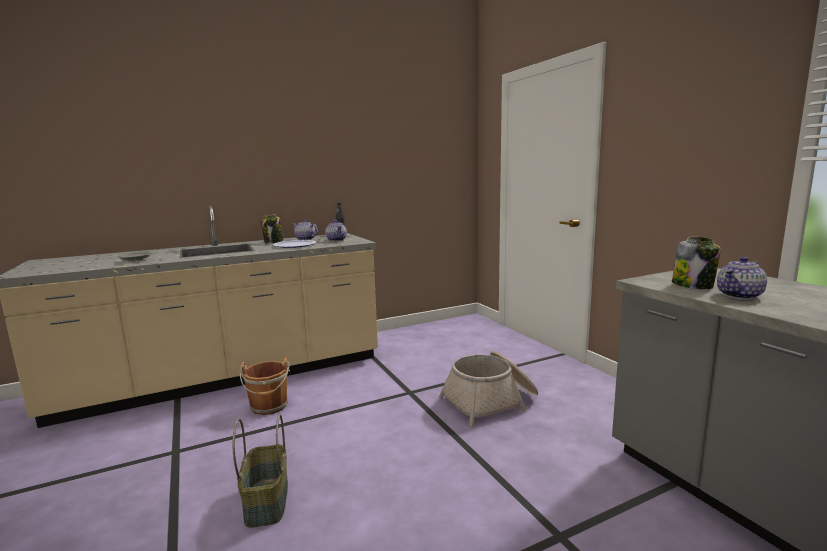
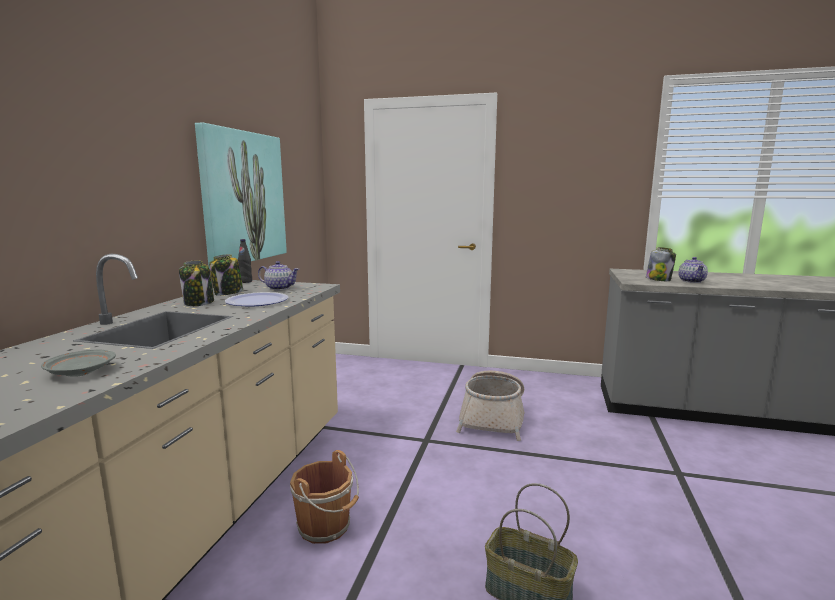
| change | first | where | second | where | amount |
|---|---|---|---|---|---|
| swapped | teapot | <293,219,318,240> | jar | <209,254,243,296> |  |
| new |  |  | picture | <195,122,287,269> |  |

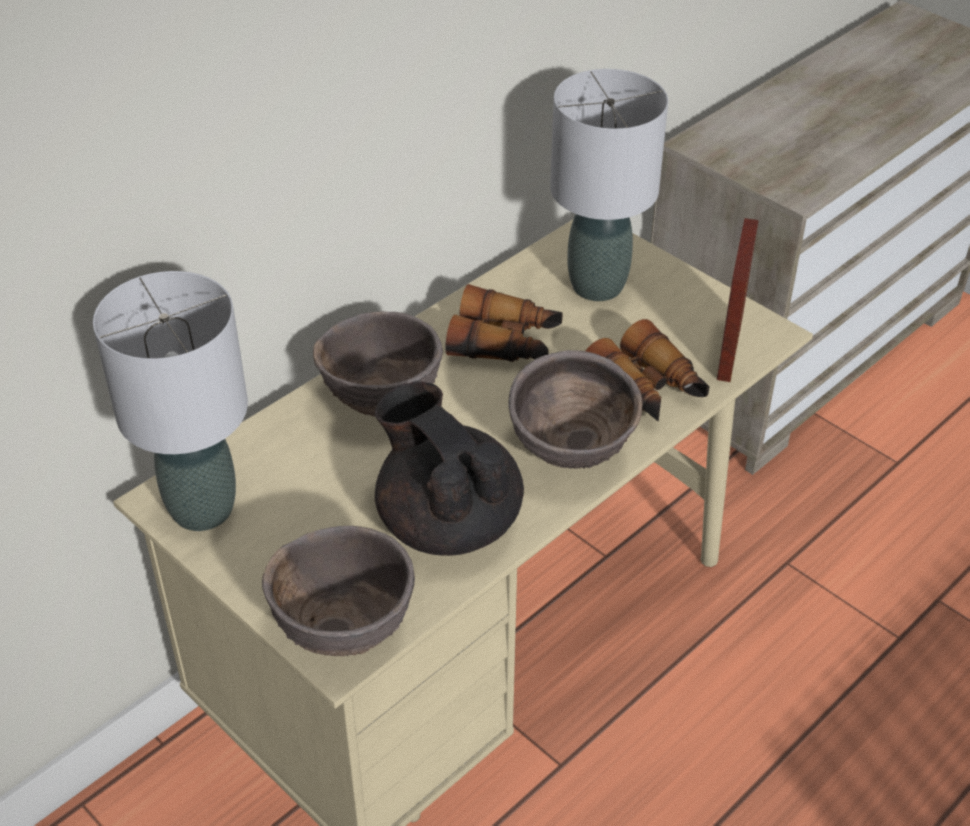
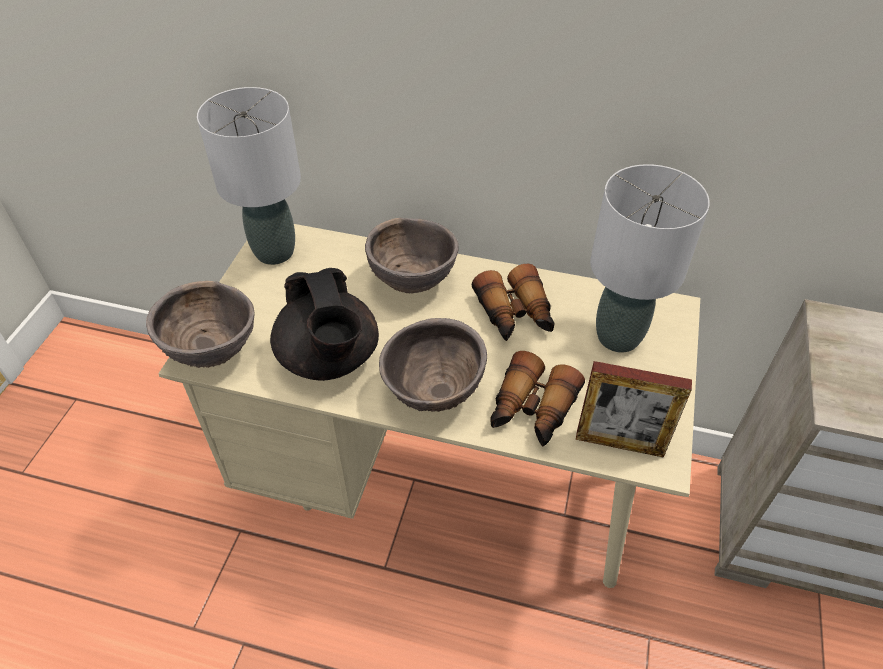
| change | first | where | second | where | amount |
|---|---|---|---|---|---|
| rotated | black teapot | <375,381,524,556> |  | <270,268,379,381> | 135 degrees clockwise |
| rotated | picture frame | <717,218,759,382> |  | <576,361,692,458> | 150 degrees counterclockwise |

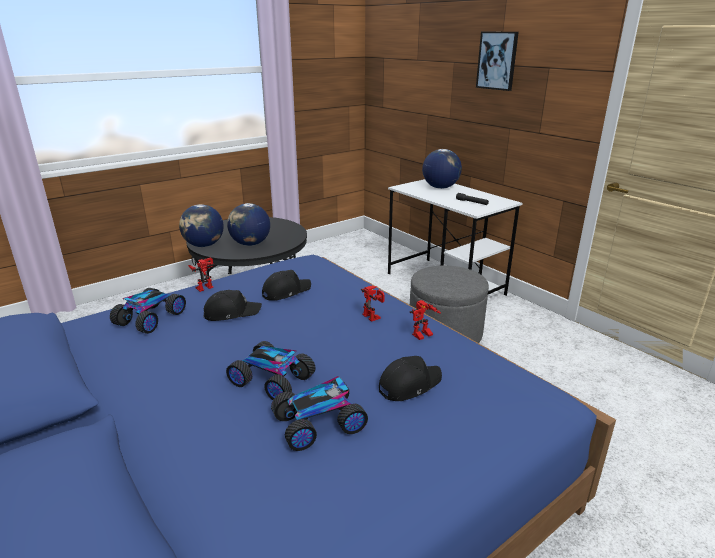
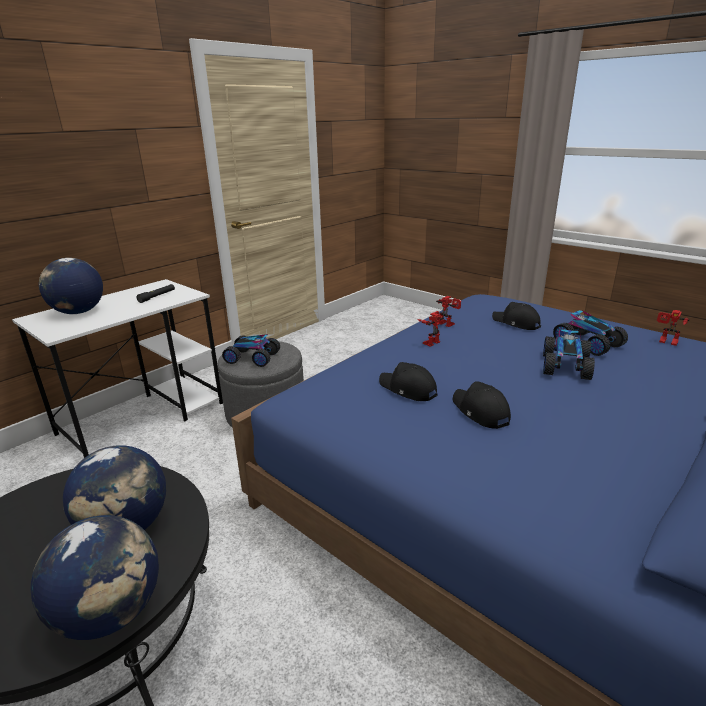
| change | first | where | second | where | amount |
|---|---|---|---|---|---|
| shifted | toy car | <110,288,186,334> |  | <222,334,280,367> |  |
| shifted | toy robot | <188,258,215,292> |  | <657,310,690,346> |  |
| gone | picture | <476,32,519,91> |  |  |  |

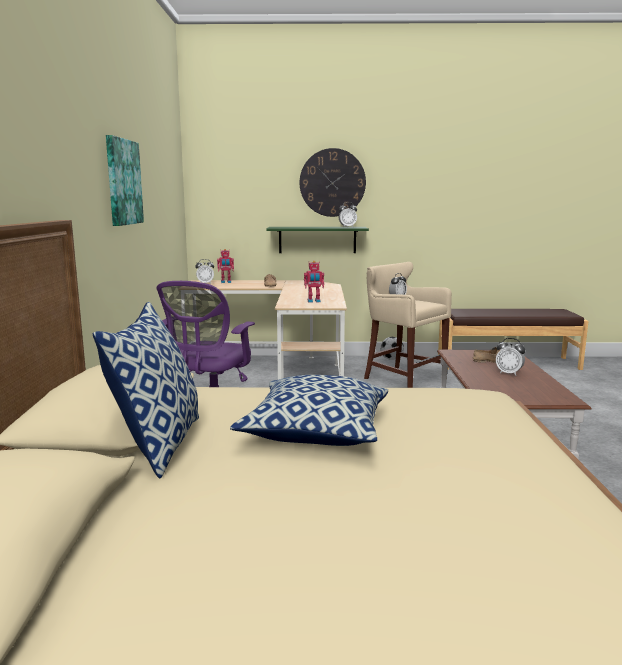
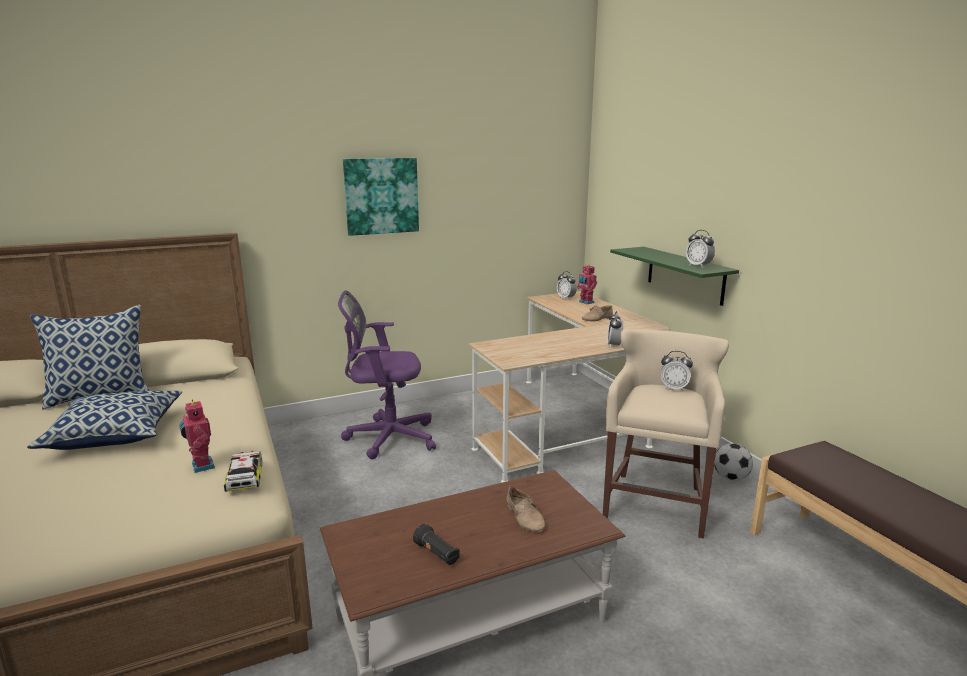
| change | first | where | second | where | amount |
|---|---|---|---|---|---|
| gone | wall clock | <300,148,366,217> |  |  |  |
| shifted | toy robot | <304,261,324,303> |  | <179,399,215,473> |  |
| shifted | alarm clock | <496,338,525,376> |  | <607,311,623,348> |  |
| new |  |  | toy car | <224,451,263,492> |  |
| new |  |  | black flashlight | <413,524,460,565> |  |

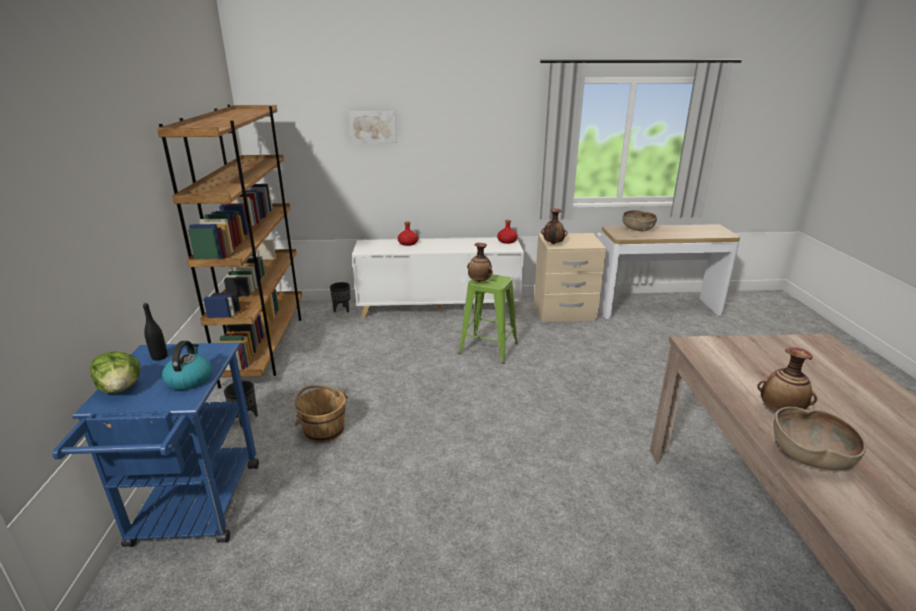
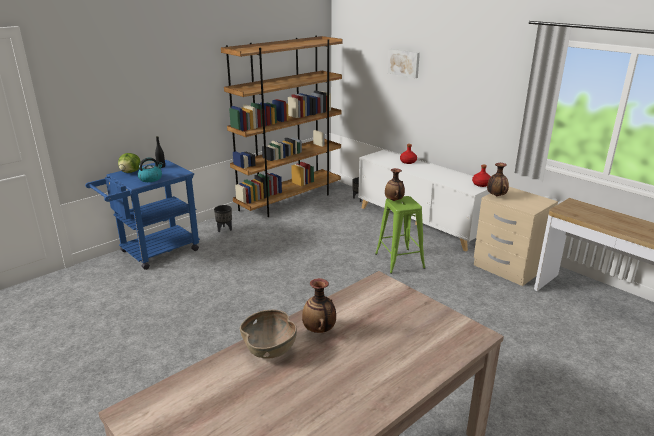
| change | first | where | second | where | amount |
|---|---|---|---|---|---|
| gone | brown bucket | <295,385,348,443> |  |  |  |
| gone | brown bowl | <622,210,657,231> |  |  |  |

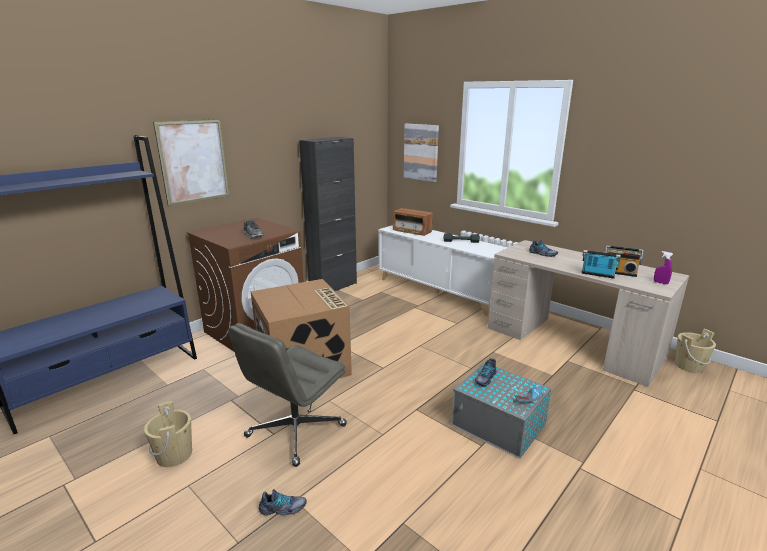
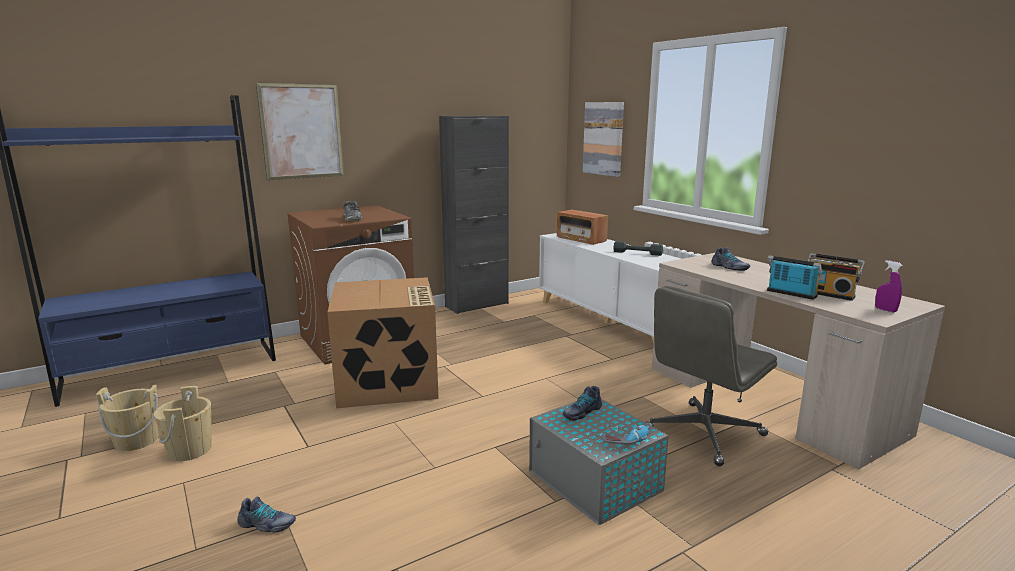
| change | first | where | second | where | amount |
|---|---|---|---|---|---|
| shifted | grey office chair | <228,323,347,467> |  | <645,286,777,466> |  |
| shifted | beige bucket | <675,329,716,373> |  | <96,385,159,451> |  |

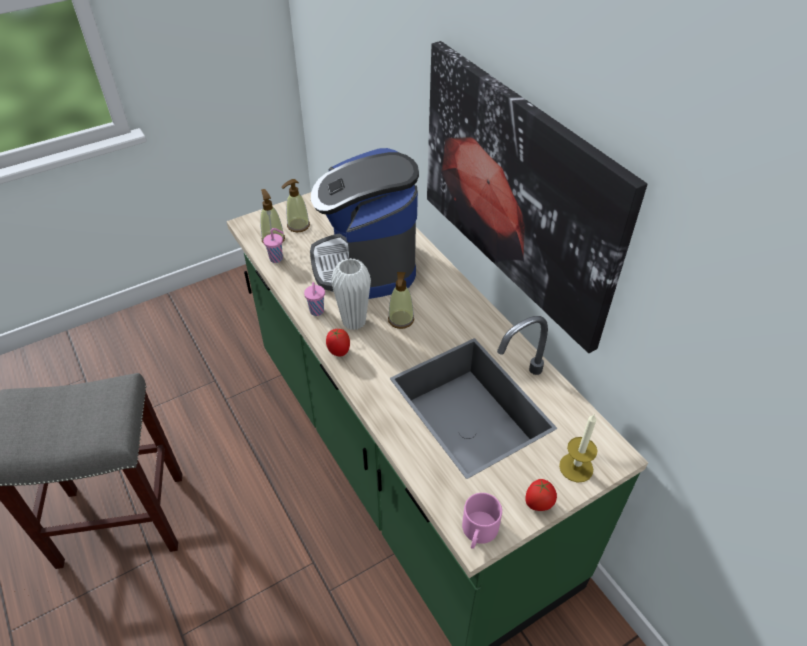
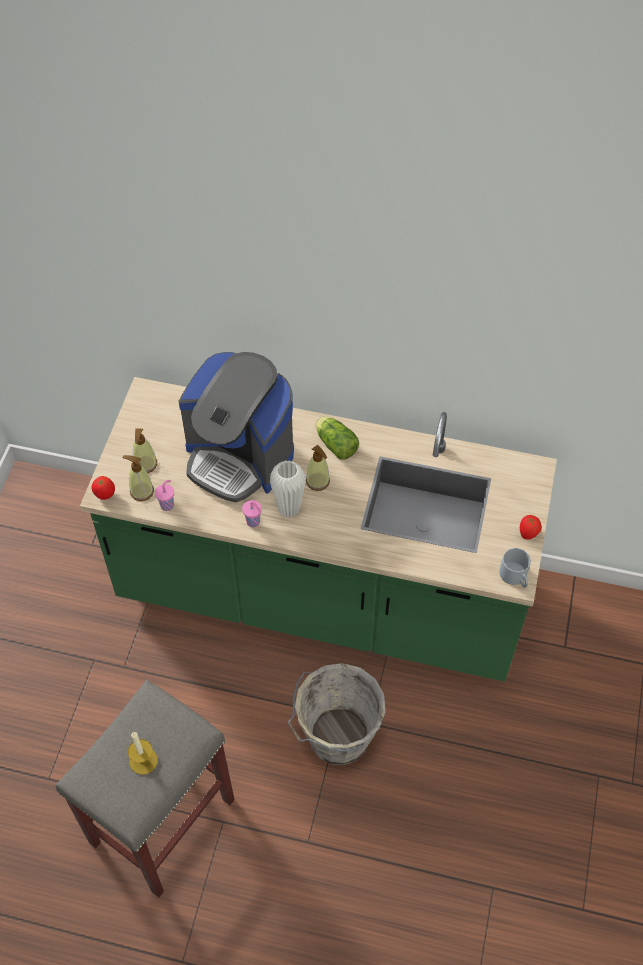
| change | first | where | second | where | amount |
|---|---|---|---|---|---|
| shifted | tomato | <326,329,350,356> |  | <92,476,115,500> |  |
| gone | picture | <427,41,648,353> |  |  |  |
| repainted | pink mug | <462,493,502,549> | grey mug | <499,548,531,588> |  |
| shifted | candle | <559,414,598,483> |  | <128,732,158,775> |  |
| new |  |  | grey bucket | <288,663,386,765> |  |
| new |  |  | lettuce | <315,416,359,460> |  |

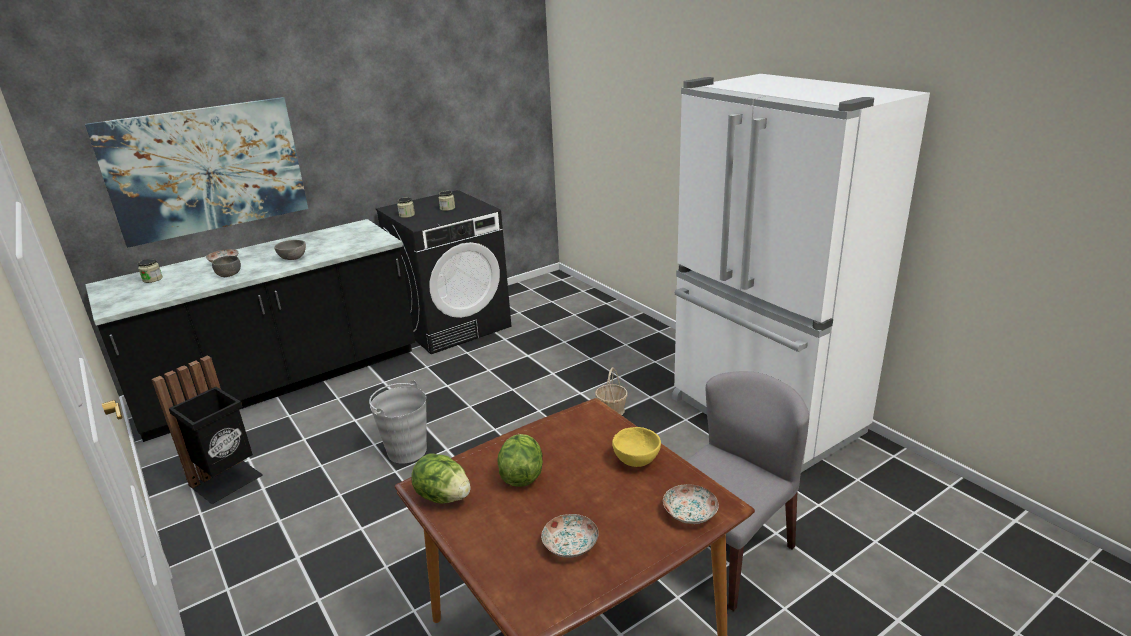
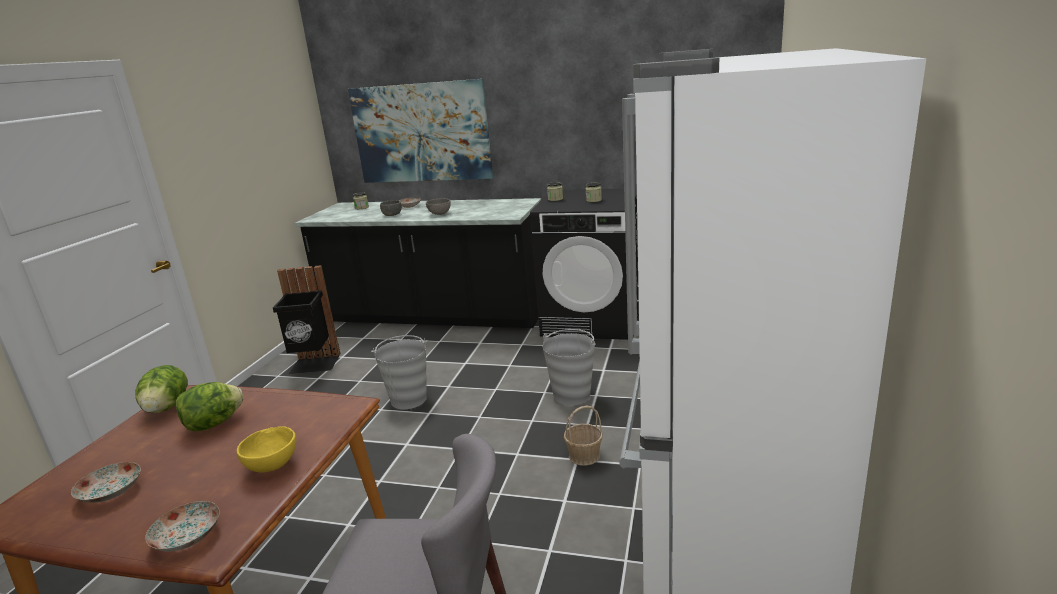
| change | first | where | second | where | amount |
|---|---|---|---|---|---|
| new |  |  | grey bucket | <543,329,596,405> |  |

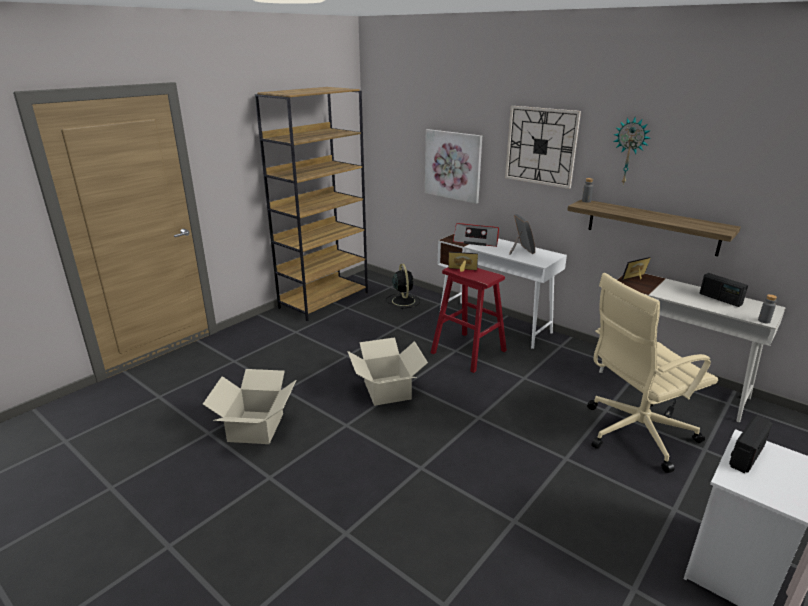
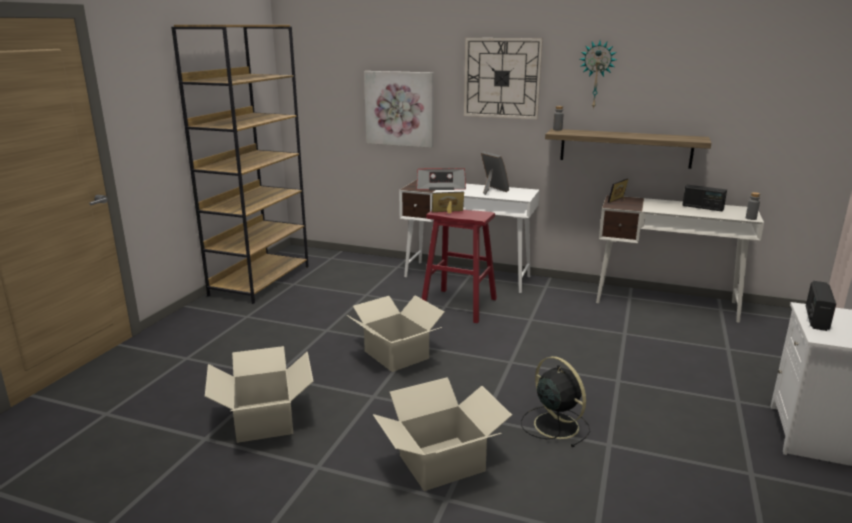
| change | first | where | second | where | amount |
|---|---|---|---|---|---|
| shifted | black fan | <386,264,420,309> |  | <521,356,590,447> |  |
| gone | beige office chair | <587,273,718,473> |  |  |  |
| new |  |  | cardboard box | <373,377,512,491> |  |

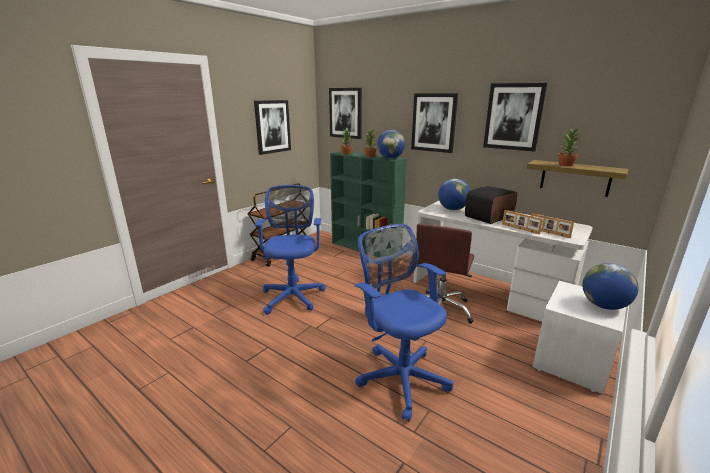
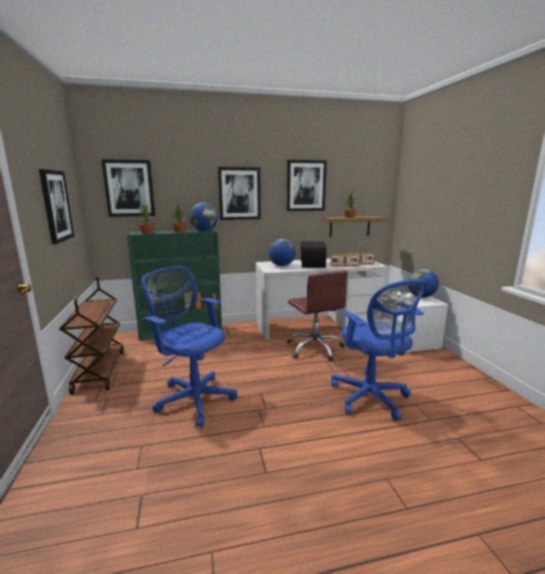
| change | first | where | second | where | amount |
|---|---|---|---|---|---|
| rotated | blue office chair | <354,224,453,422> |  | <331,280,429,421> | 120 degrees counterclockwise |

